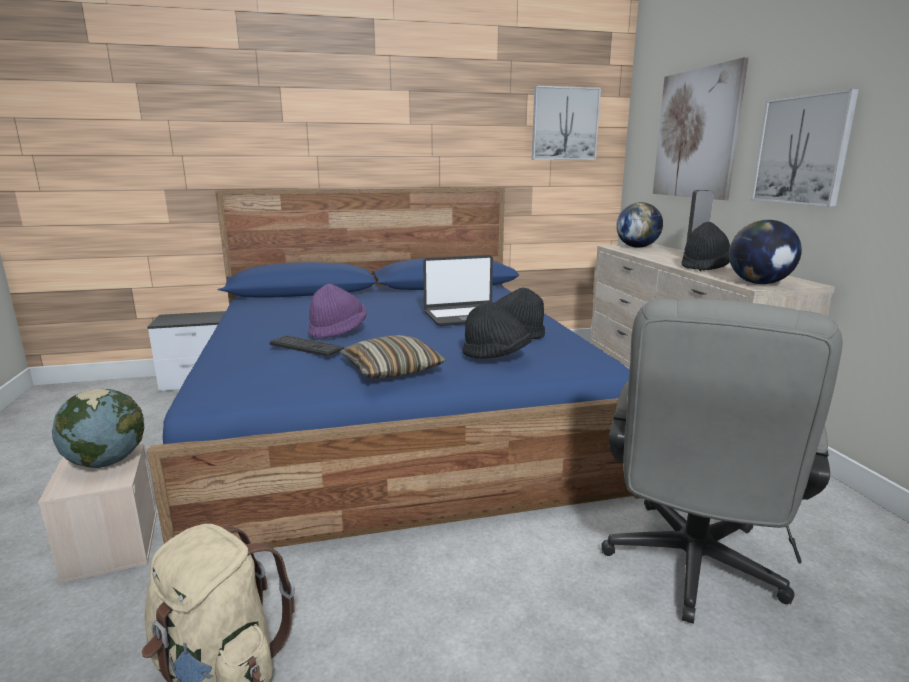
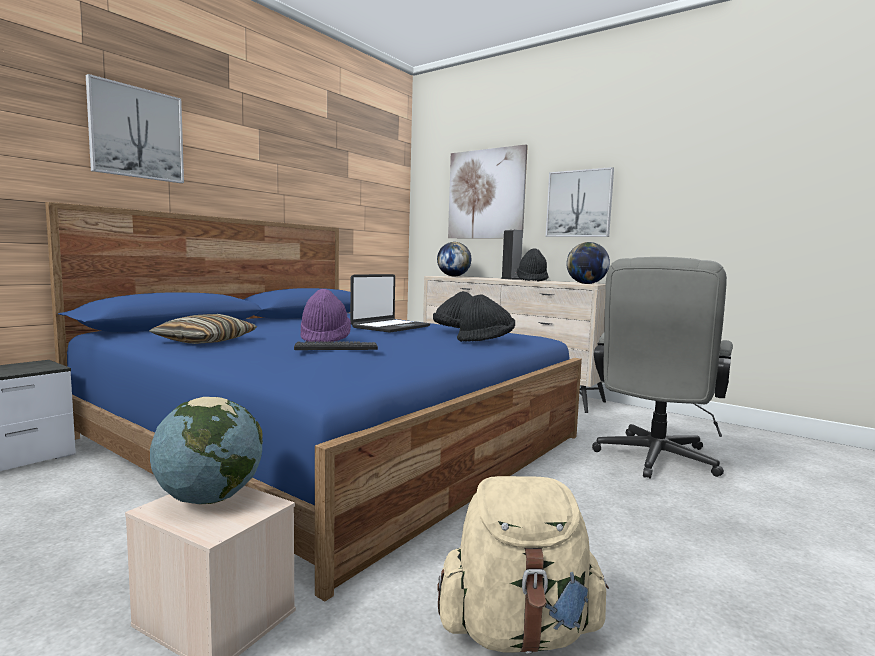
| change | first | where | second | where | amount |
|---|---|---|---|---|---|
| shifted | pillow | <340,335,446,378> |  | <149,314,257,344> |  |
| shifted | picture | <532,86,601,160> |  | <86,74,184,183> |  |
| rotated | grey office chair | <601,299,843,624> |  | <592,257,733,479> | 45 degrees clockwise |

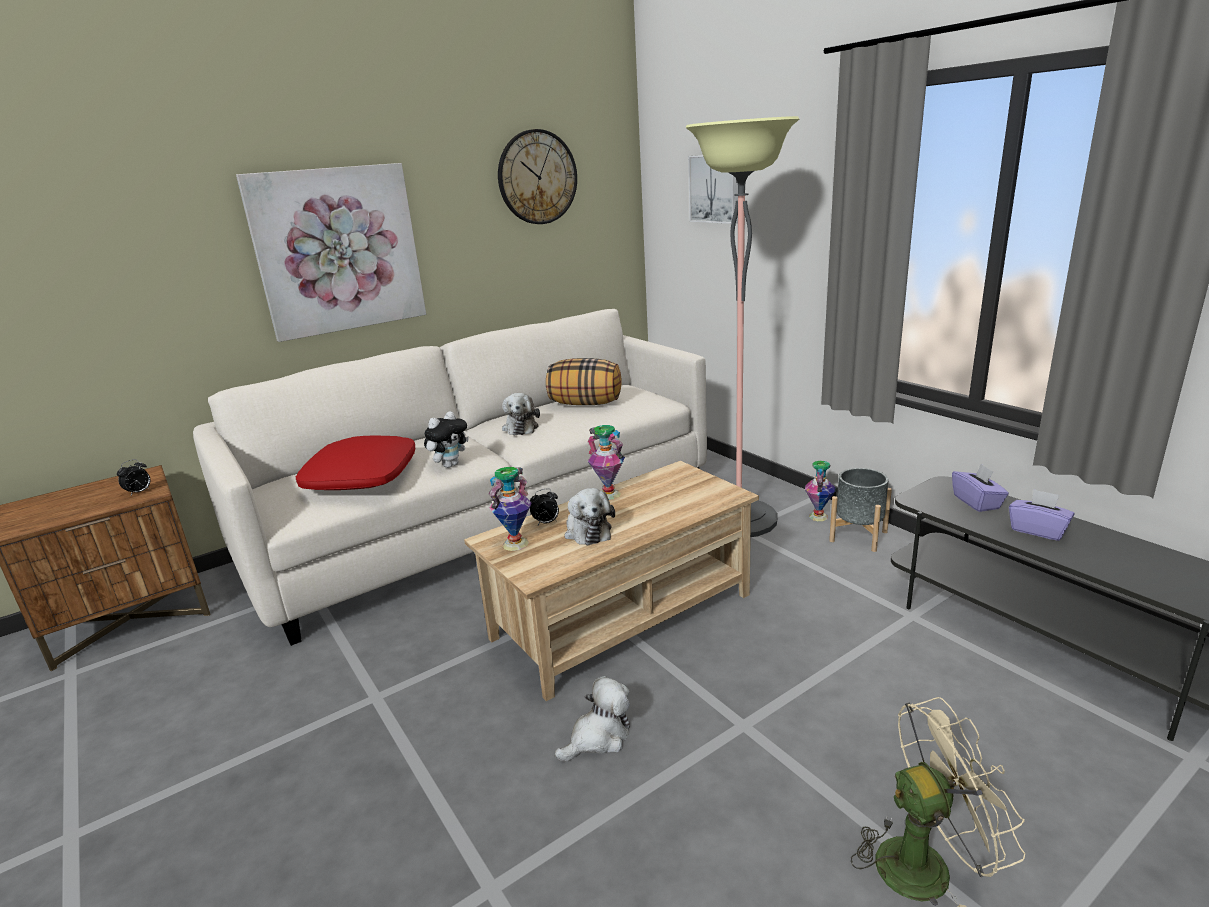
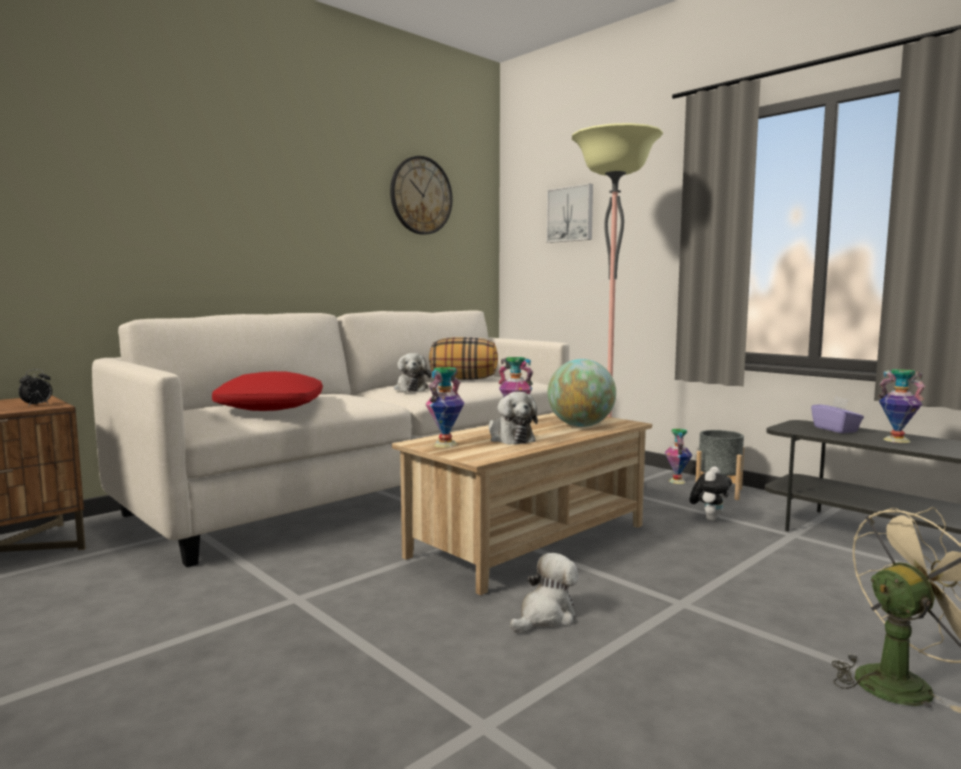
| change | first | where | second | where | amount |
|---|---|---|---|---|---|
| gone | picture | <236,163,426,342> |  |  |  |
| shifted | plush toy | <424,411,469,468> |  | <690,466,732,521> |  |
| gone | alarm clock | <530,488,559,525> |  |  |  |
| swapped | purple tissue box | <1009,489,1075,541> | vase | <878,369,925,443> |  |
| new |  |  | globe | <548,359,616,427> |  |

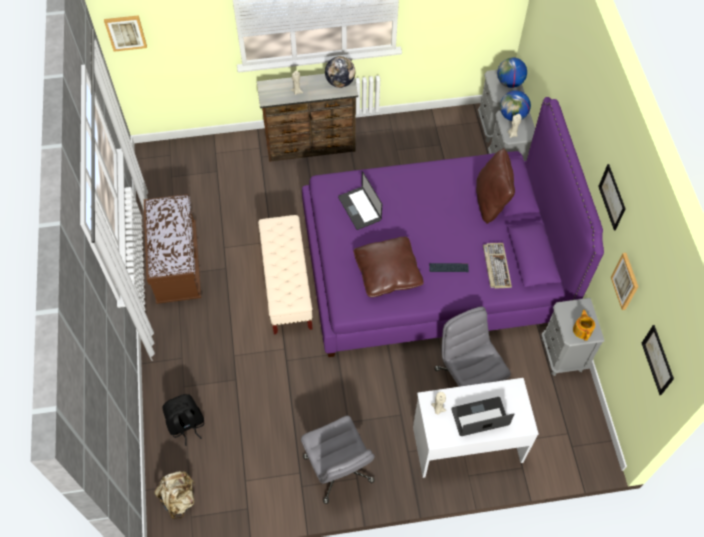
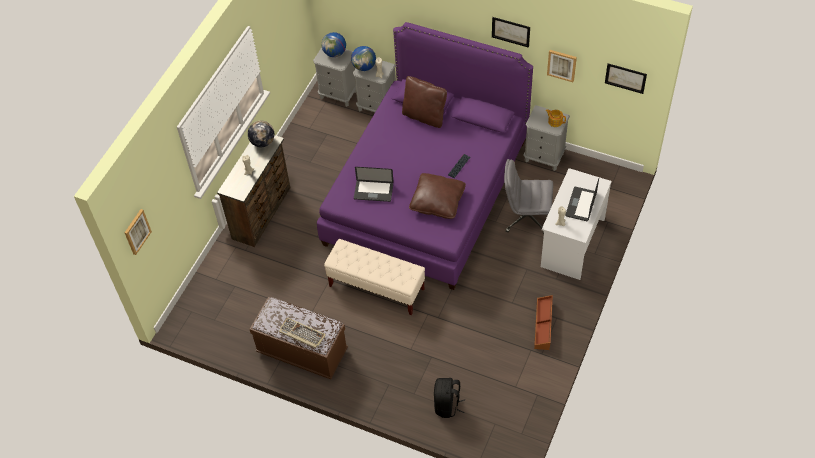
| change | first | where | second | where | amount |
|---|---|---|---|---|---|
| gone | beige backpack | <154,471,195,519> |  |  |  |
| swapped | grey office chair | <301,416,375,504> | brown storage box | <534,295,553,350> |  |
| shifted | keyboard | <483,243,512,289> |  | <279,317,326,349> |  |

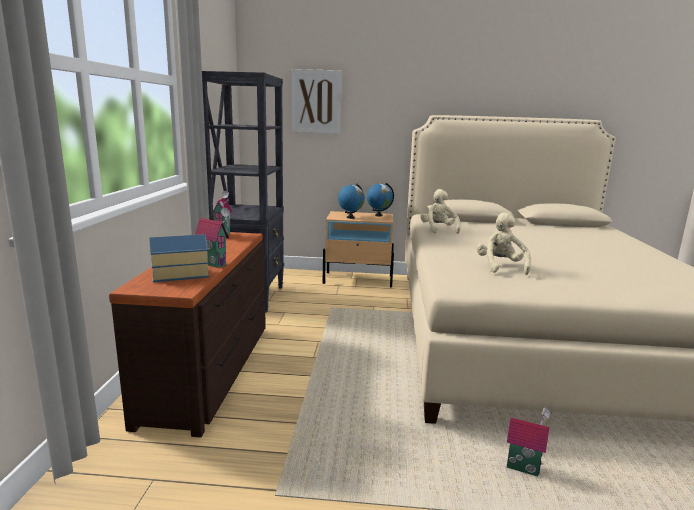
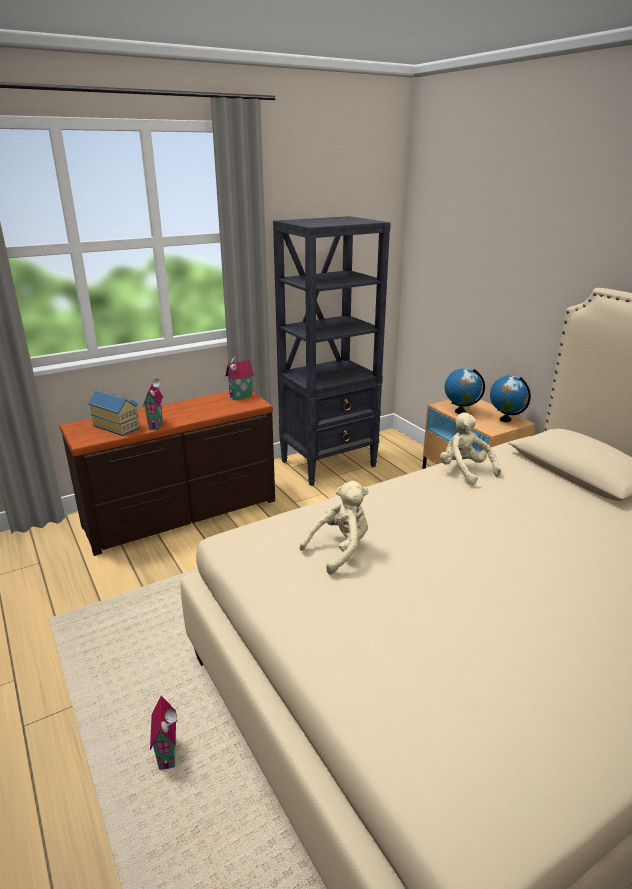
| change | first | where | second | where | amount |
|---|---|---|---|---|---|
| gone | picture | <291,69,342,134> |  |  |  |
| rotated | beige plush toy | <420,189,461,234> |  | <440,413,501,485> | 75 degrees counterclockwise |

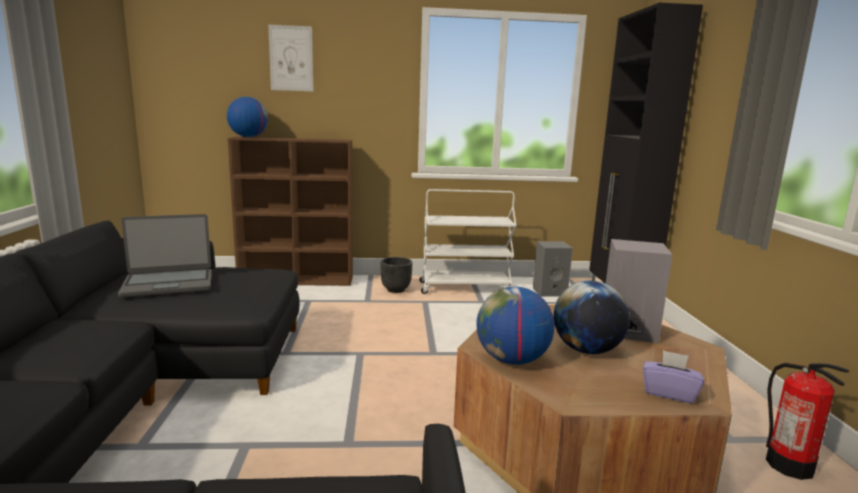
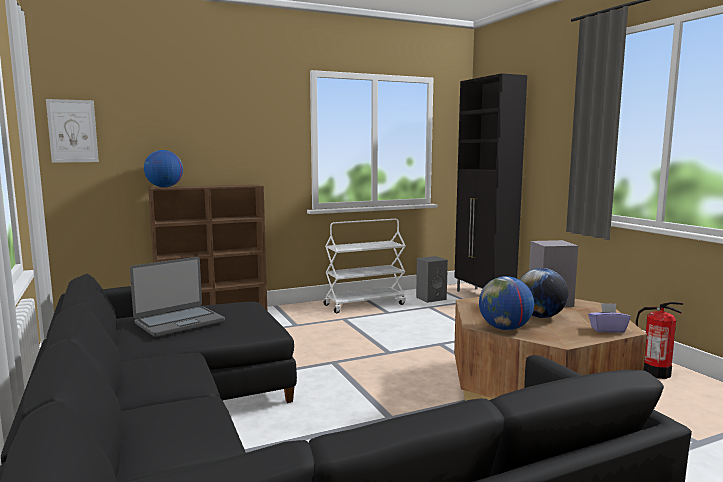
| change | first | where | second | where | amount |
|---|---|---|---|---|---|
| shifted | picture | <268,25,313,92> |  | <46,99,99,163> |  |
| gone | black planter | <381,257,412,293> |  |  |  |

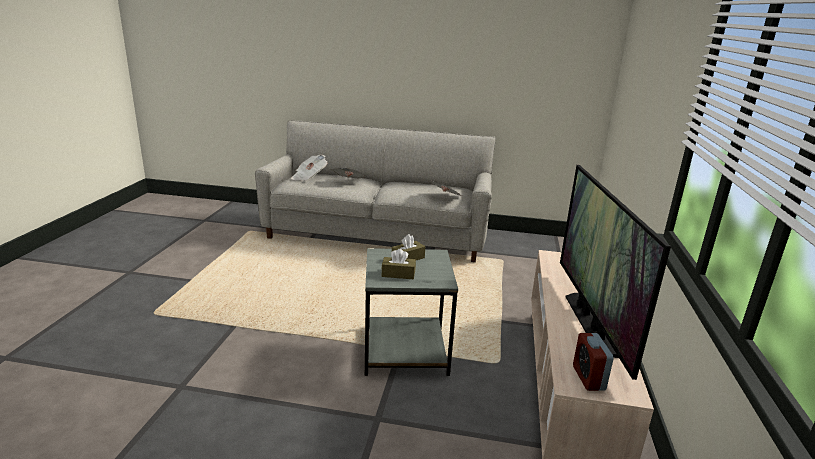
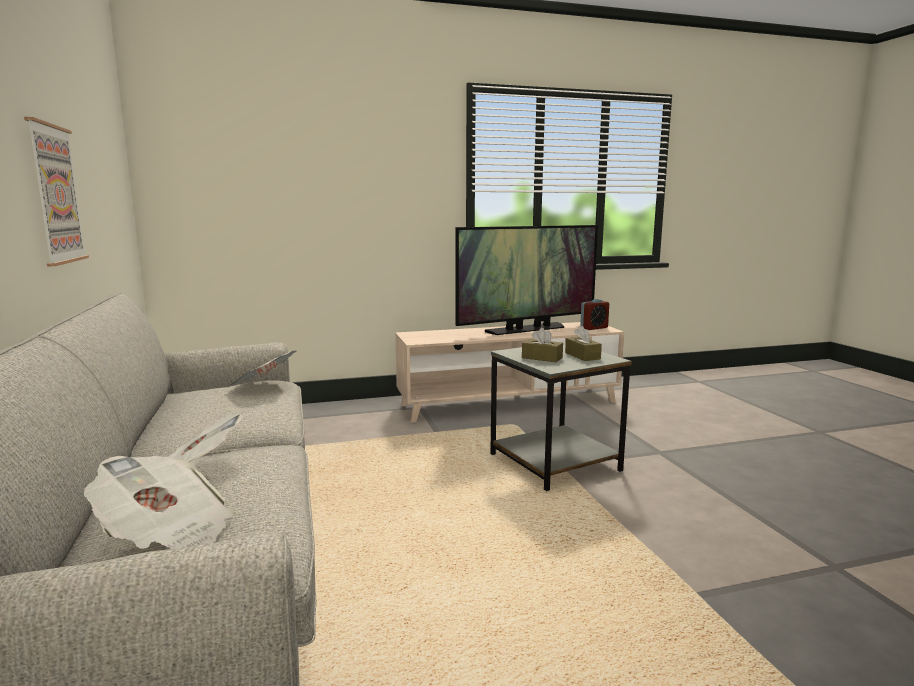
| change | first | where | second | where | amount |
|---|---|---|---|---|---|
| new |  |  | picture | <24,117,89,266> |  |

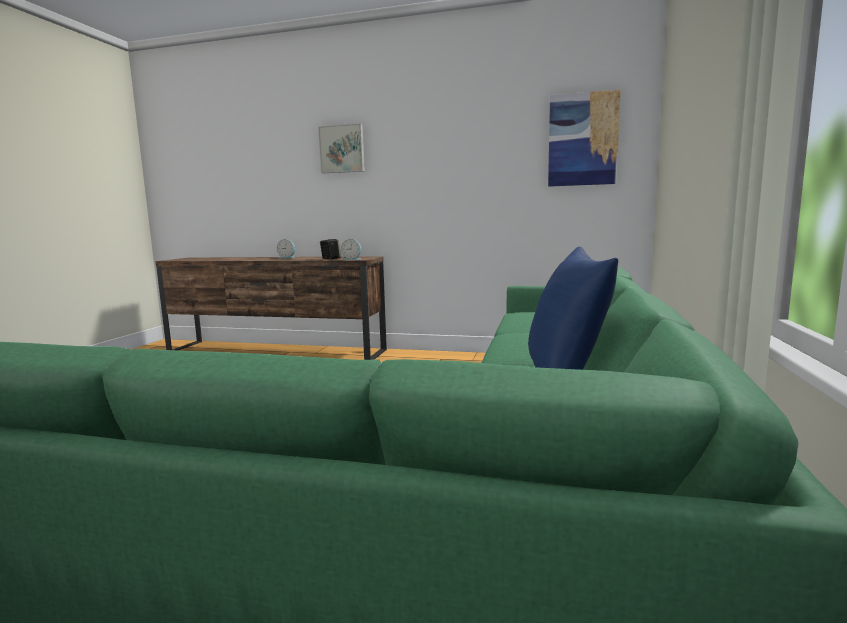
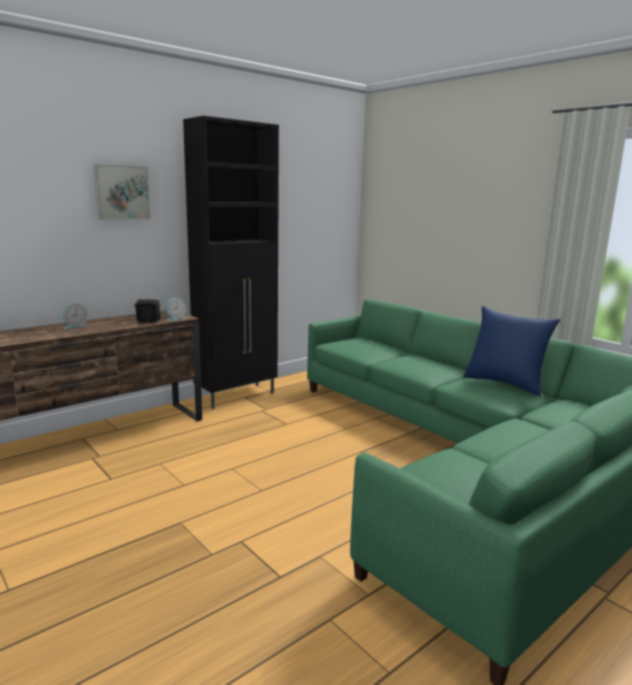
| change | first | where | second | where | amount |
|---|---|---|---|---|---|
| gone | picture | <548,89,621,187> |  |  |  |
| new |  |  | black cabinet | <183,116,279,409> |  |

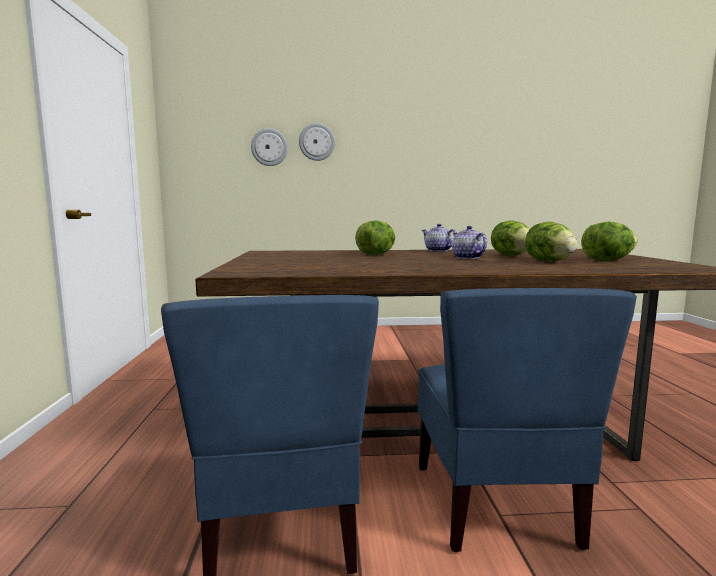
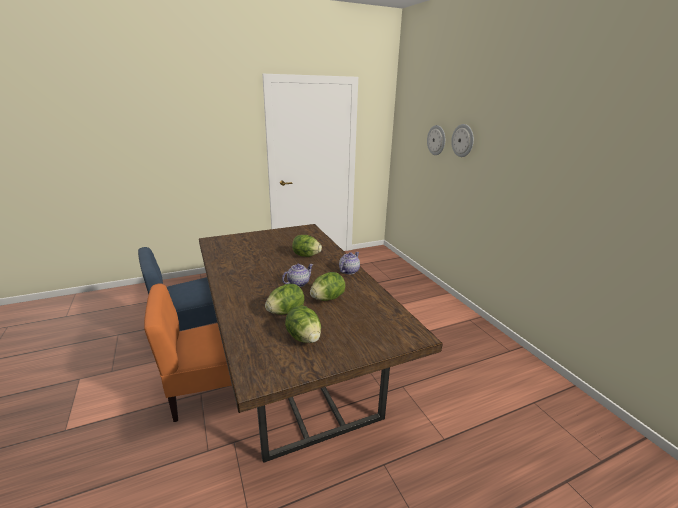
| change | first | where | second | where | amount |
|---|---|---|---|---|---|
| repainted | blue chair | <418,288,637,552> | orange chair | <144,283,232,422> |  |

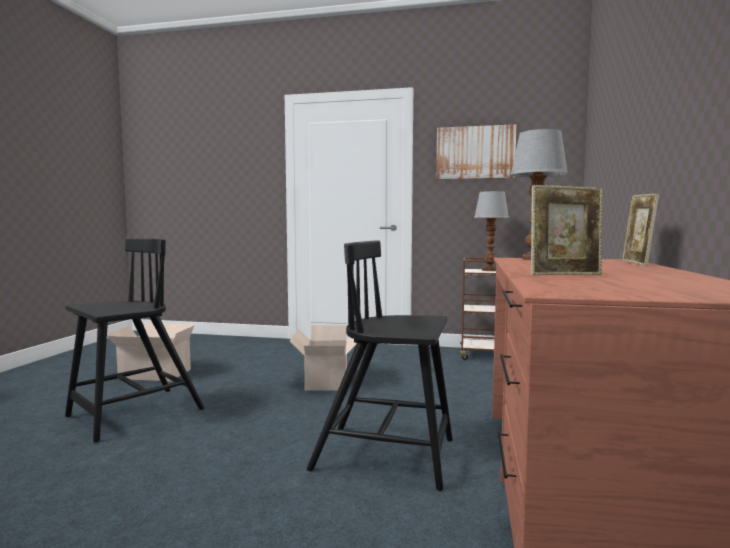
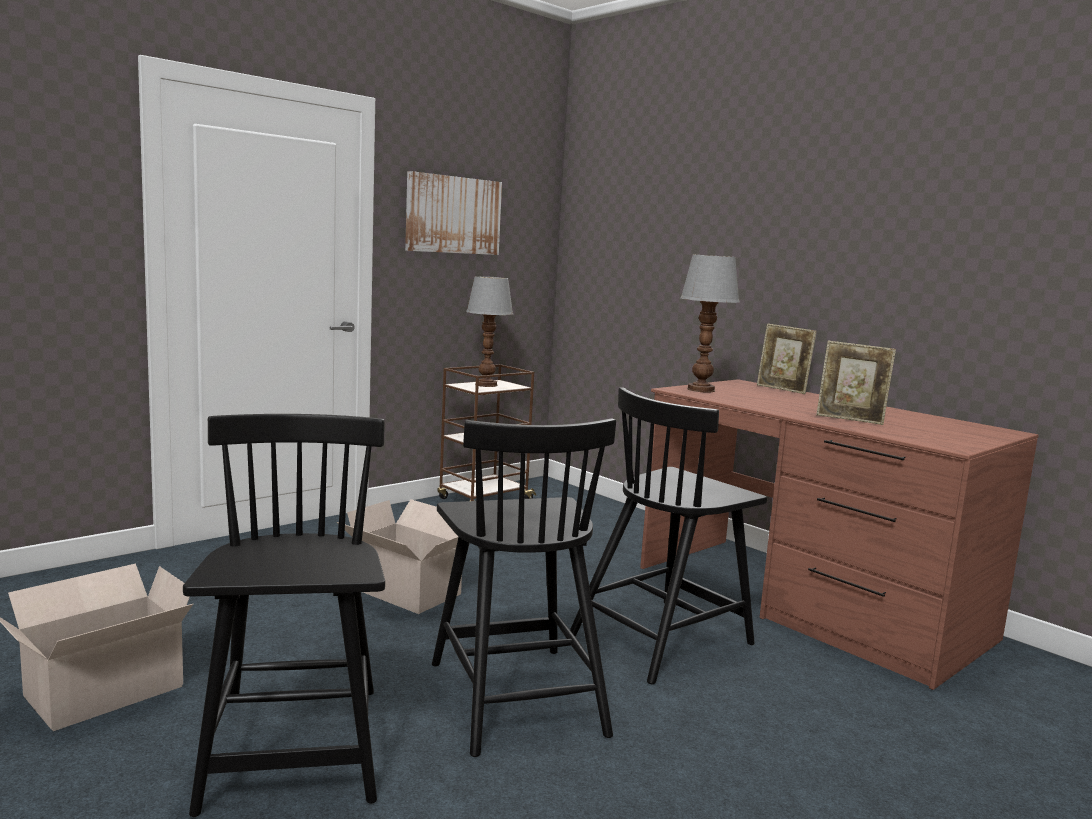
| change | first | where | second | where | amount |
|---|---|---|---|---|---|
| rotated | picture frame | <531,185,603,275> |  | <816,341,896,425> | 90 degrees clockwise |
| new |  |  | black chair | <432,418,616,757> |  |

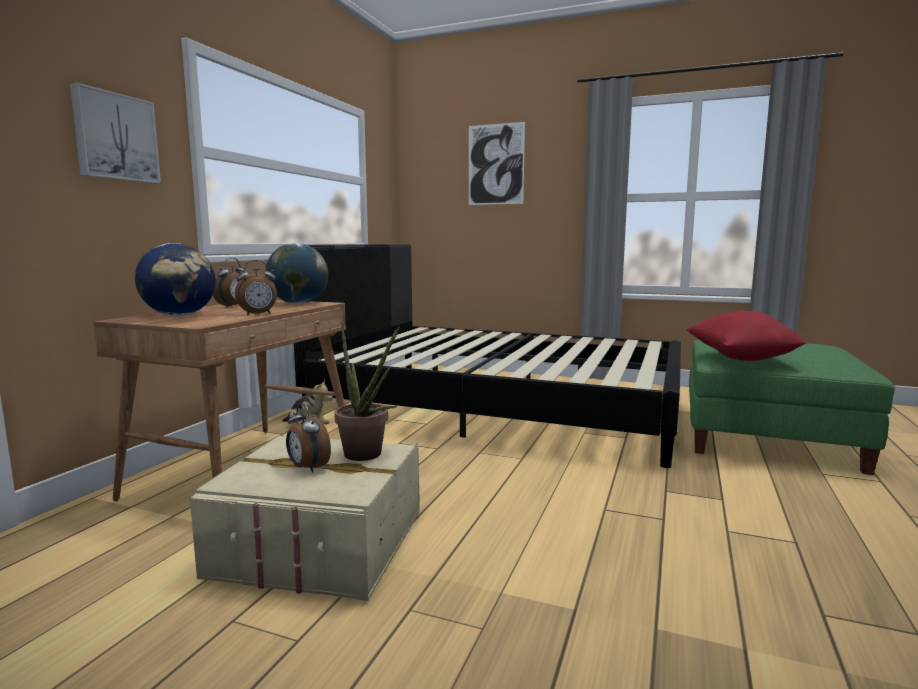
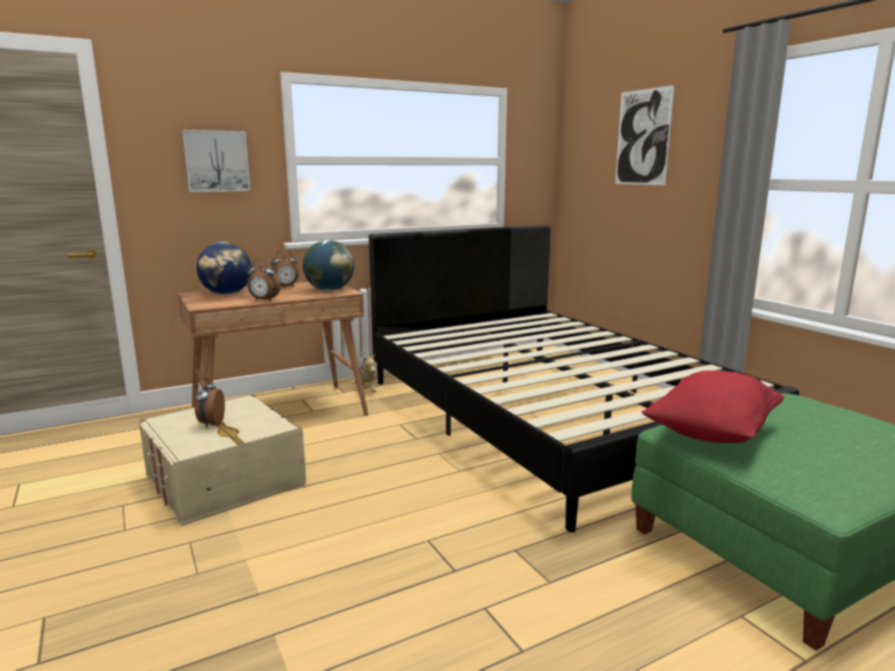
| change | first | where | second | where | amount |
|---|---|---|---|---|---|
| gone | potted plant | <334,322,400,461> |  |  |  |

